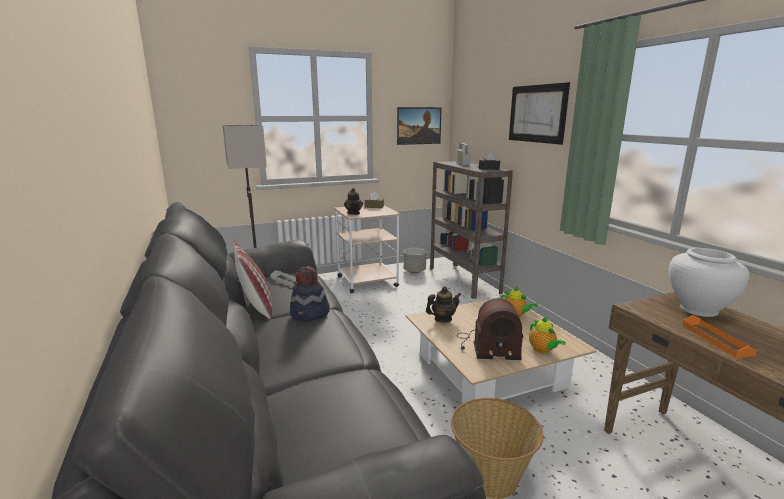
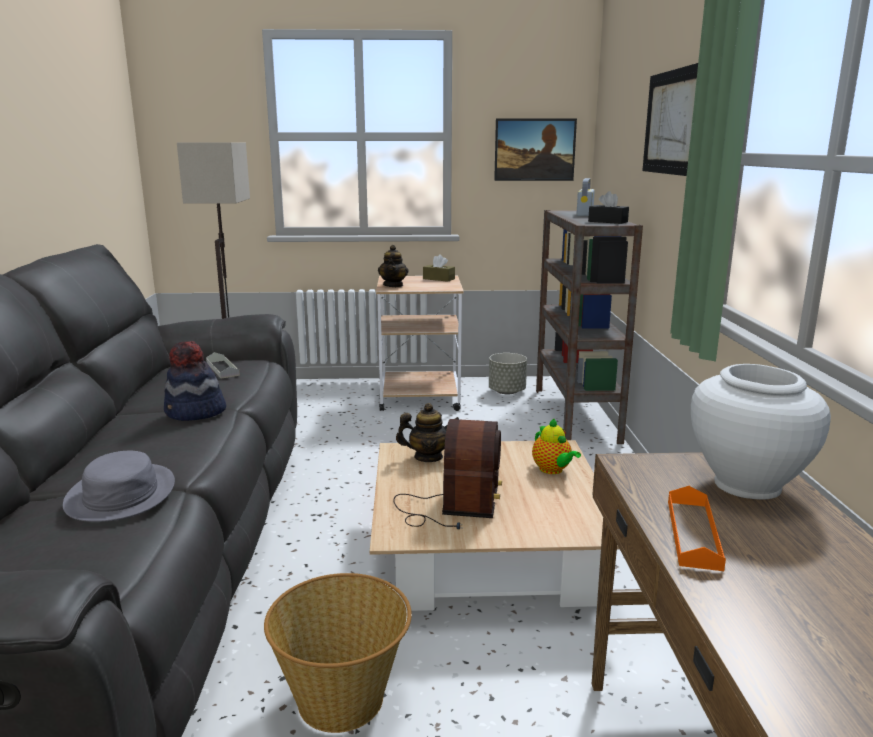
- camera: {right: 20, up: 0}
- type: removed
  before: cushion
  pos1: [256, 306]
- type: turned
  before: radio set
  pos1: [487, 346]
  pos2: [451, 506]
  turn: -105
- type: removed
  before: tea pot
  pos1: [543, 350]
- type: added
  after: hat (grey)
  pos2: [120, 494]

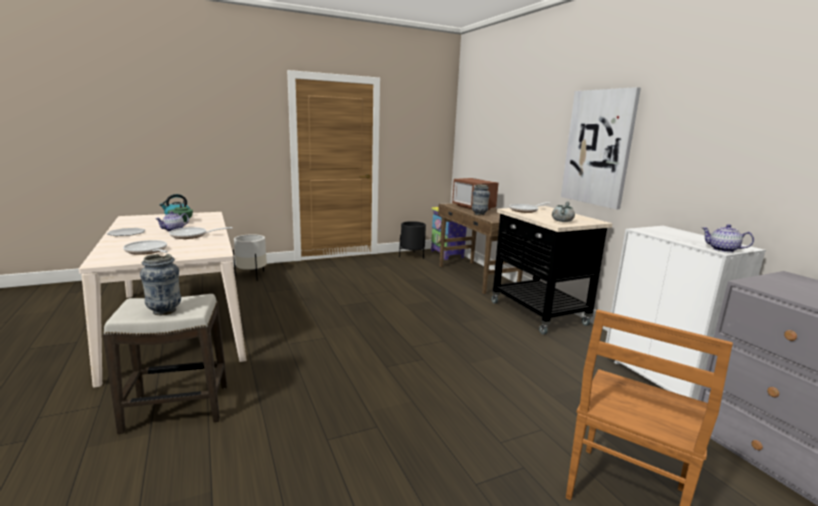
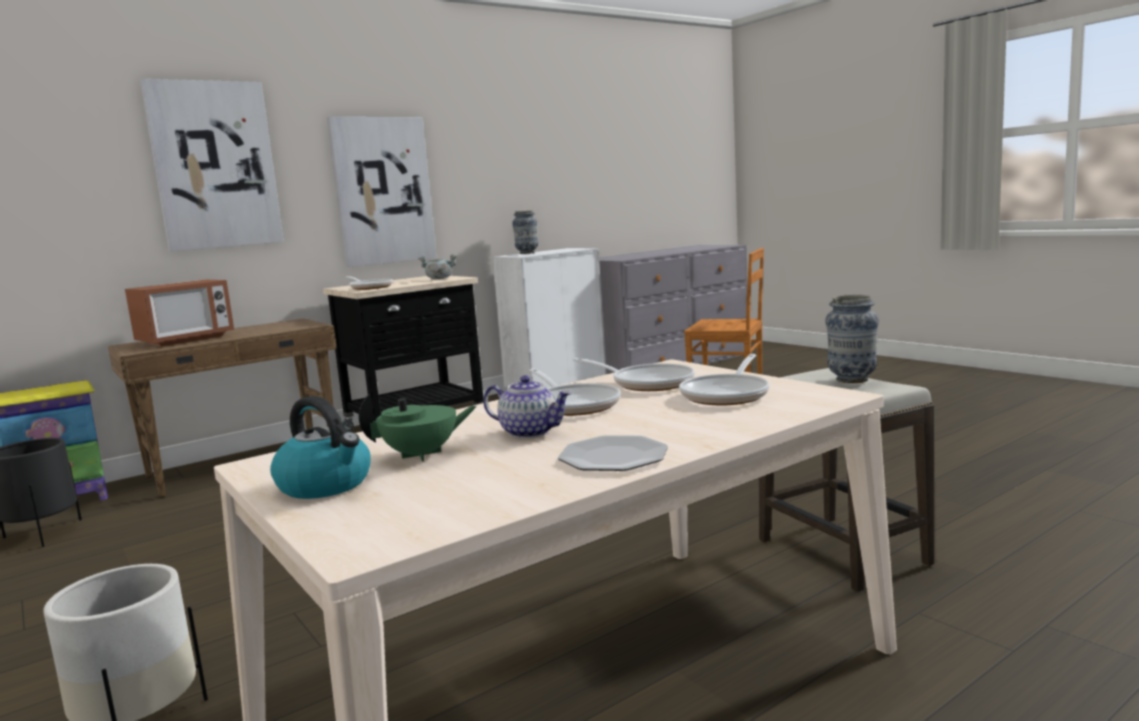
- camera: {right: -100, up: -5}
- type: moved
  before: flower vase
  pos1: [479, 214]
  pos2: [527, 253]
- type: removed
  before: tea pot
  pos1: [722, 249]
- type: added
  after: wall picture
  pos2: [215, 165]
- type: added
  after: pan
  pos2: [647, 383]

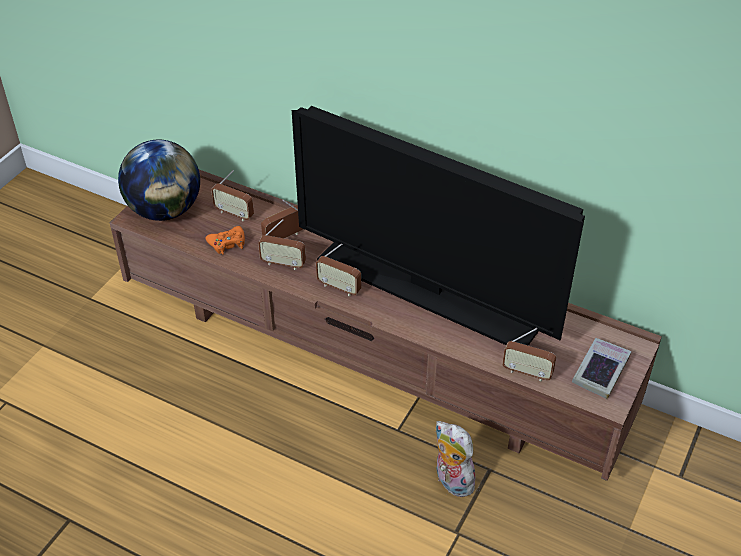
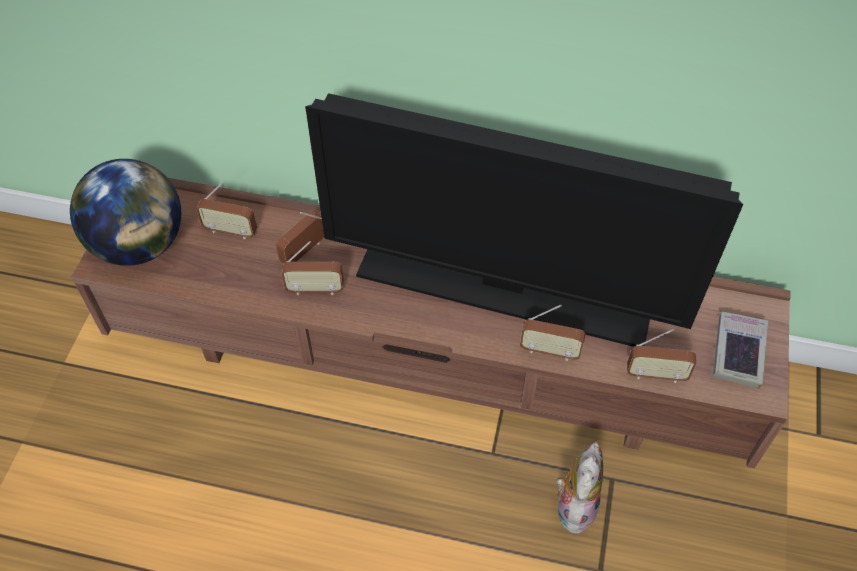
- camera: {right: -15, up: 10}
- type: removed
  before: gamepad (orangey)
  pos1: [227, 244]
- type: moved
  before: radio set
  pos1: [339, 287]
  pos2: [549, 351]
- type: turned
  before: cuddly toy
  pos1: [451, 481]
  pos2: [574, 505]
  turn: 75

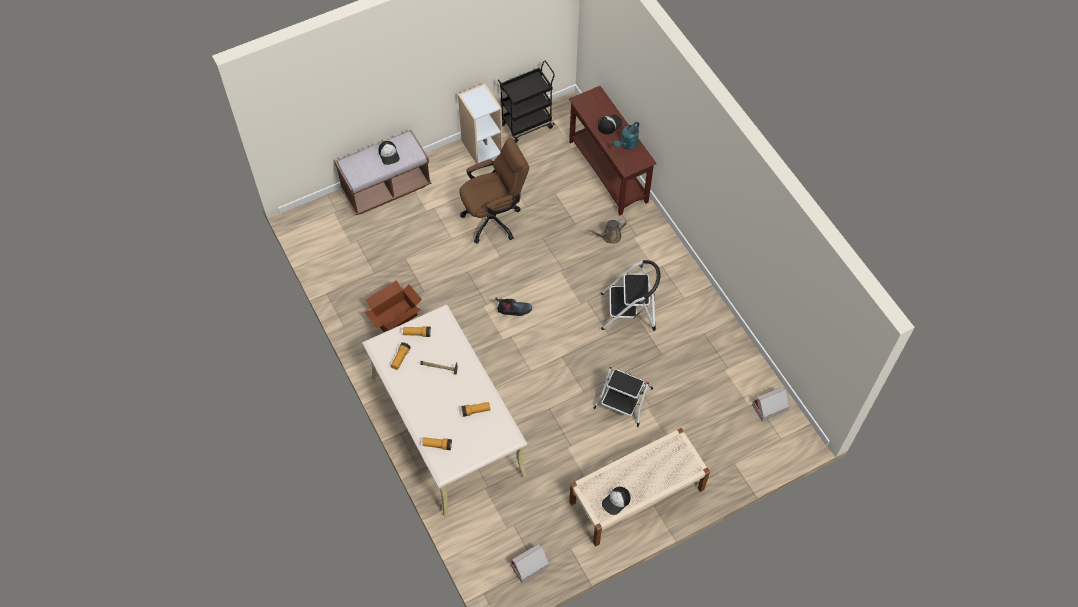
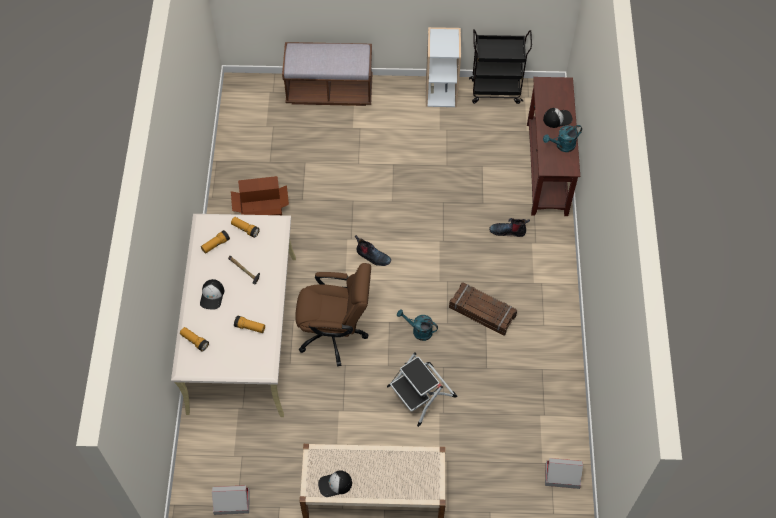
- camera: {right: 30, up: 0}
- type: moved
  before: cap
  pos1: [389, 154]
  pos2: [212, 296]
- type: moved
  before: office chair (brownish)
  pos1: [494, 219]
  pos2: [336, 335]
- type: replaced
  before: watering pot (brownish)
  after: tall boot
  pos1: [609, 236]
  pos2: [508, 231]
- type: replaced
  before: step ladder
  after: shipping crate
  pos1: [630, 312]
  pos2: [482, 312]
- type: added
  after: watering pot (turquoise-coloured)
  pos2: [418, 331]

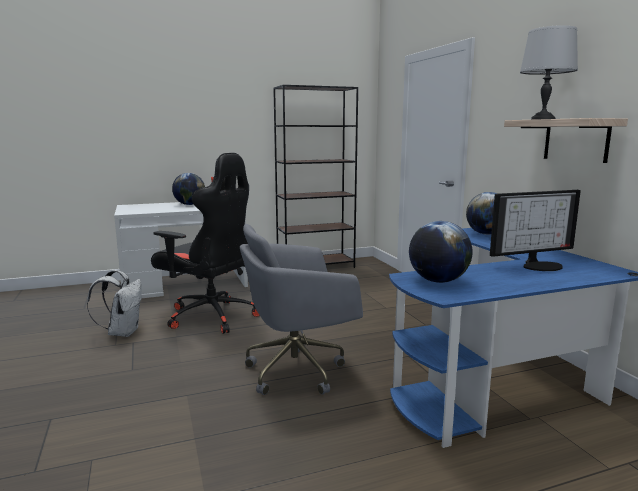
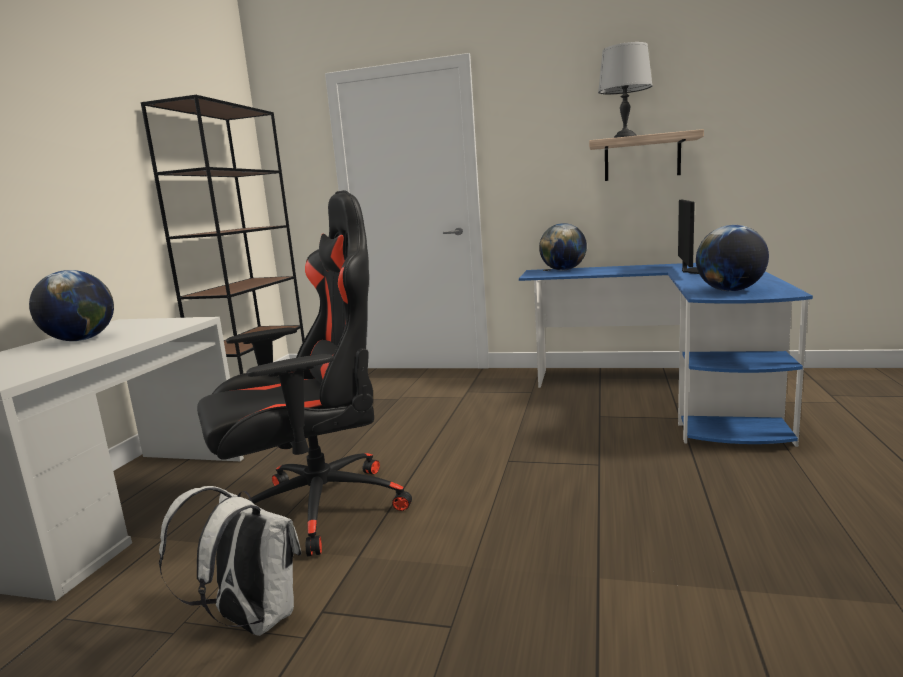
- camera: {right: -55, up: 0}
- type: removed
  before: office chair (grey)
  pos1: [299, 371]

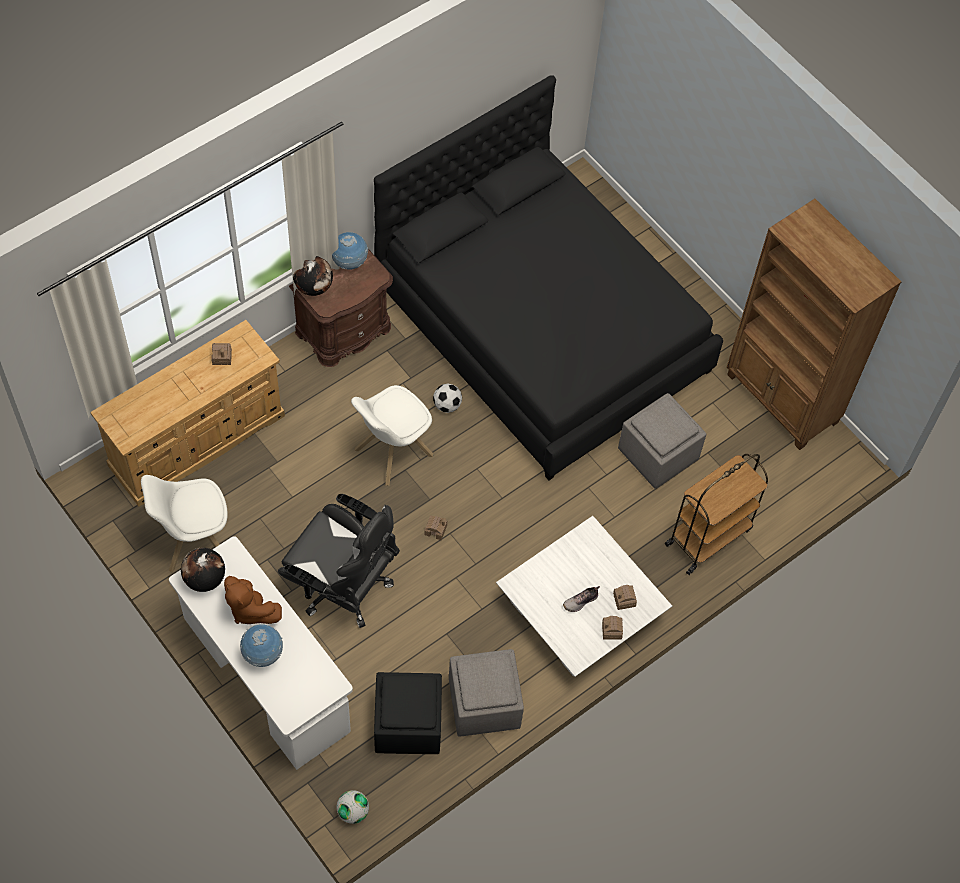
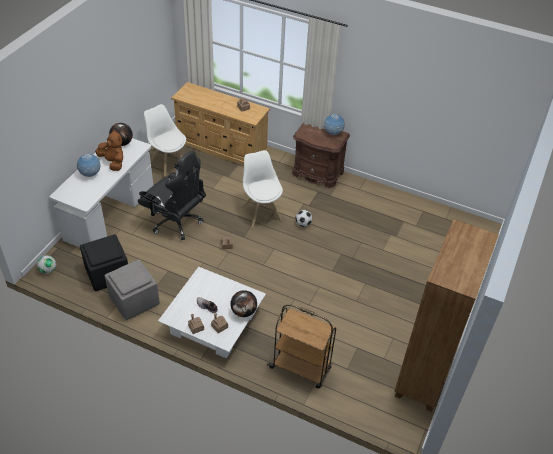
- camera: {right: 65, up: -15}
- type: turned
  before: cuddly toy (brownish)
  pos1: [250, 609]
  pos2: [113, 162]
  turn: 120
- type: turned
  before: office chair (blackish)
  pos1: [340, 584]
  pos2: [174, 221]
  turn: -60
- type: moved
  before: world globe
  pos1: [314, 287]
  pos2: [244, 312]
- type: turned
  before: chair (white)
  pos1: [392, 452]
  pos2: [261, 213]
  turn: 45
- type: removed
  before: sleeping bed (blackish)
  pos1: [542, 328]
- type: removed
  before: ottoman (grey)
  pos1: [658, 453]

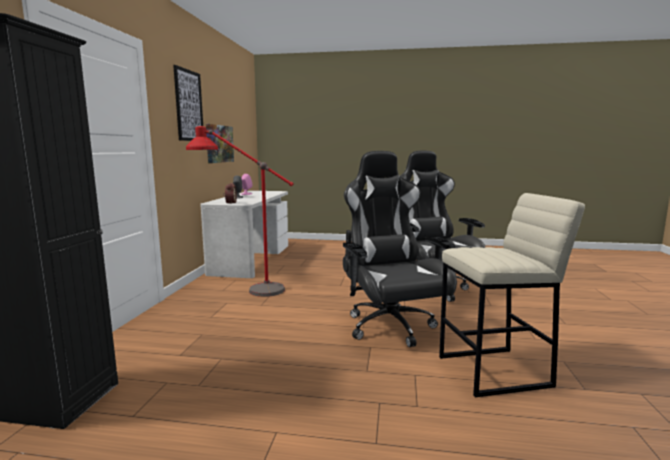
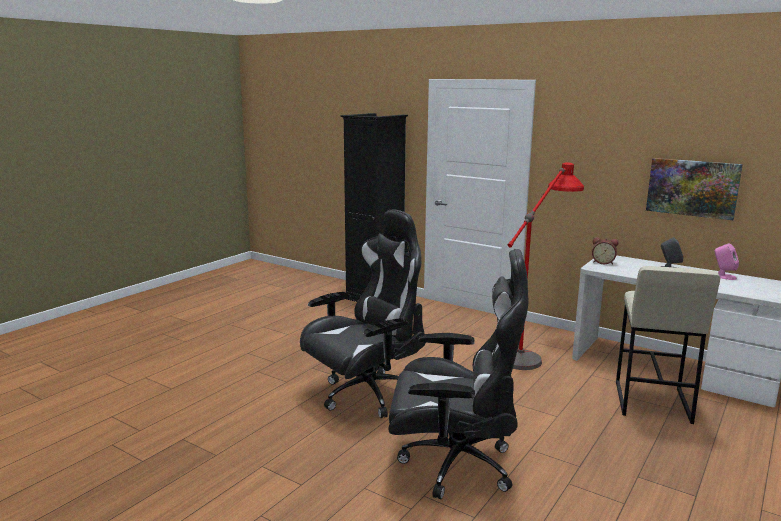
- camera: {right: 115, up: 5}
- type: removed
  before: wall picture
  pos1: [189, 105]
- type: turned
  before: office chair (blackish)
  pos1: [393, 329]
  pos2: [363, 397]
  turn: -45
- type: moved
  before: stool (beige)
  pos1: [496, 370]
  pos2: [652, 403]

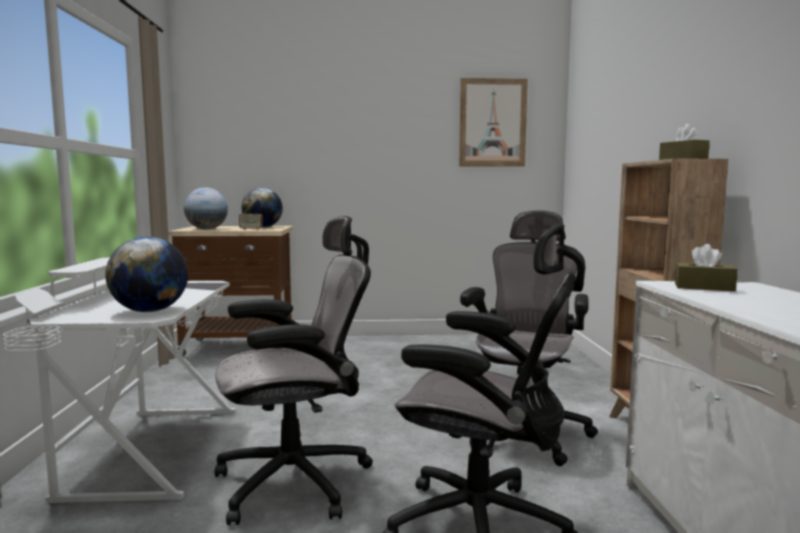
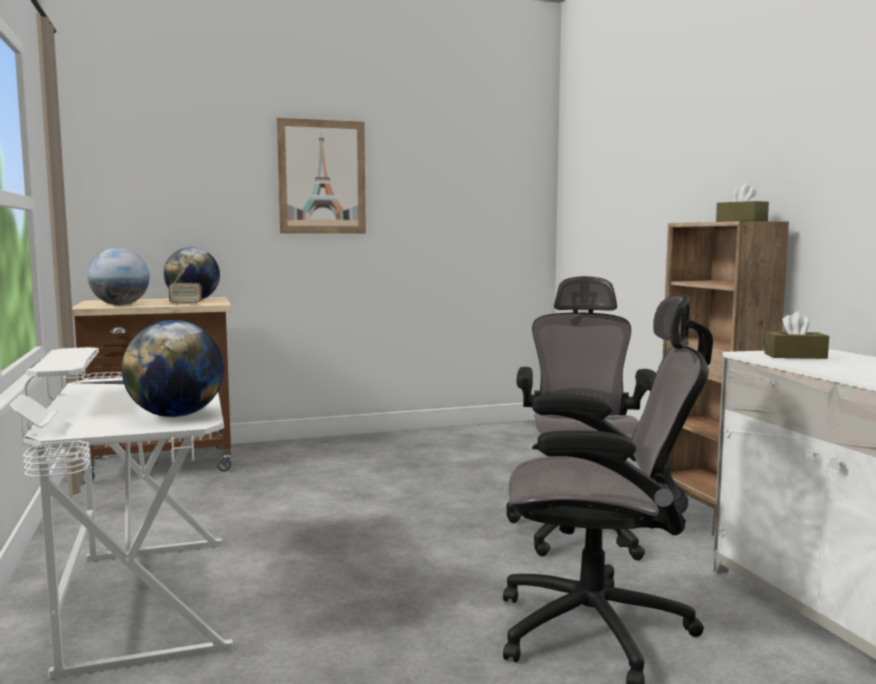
- camera: {right: -15, up: 0}
- type: removed
  before: office chair
  pos1: [294, 482]
- type: moved
  before: wall picture
  pos1: [492, 123]
  pos2: [322, 177]

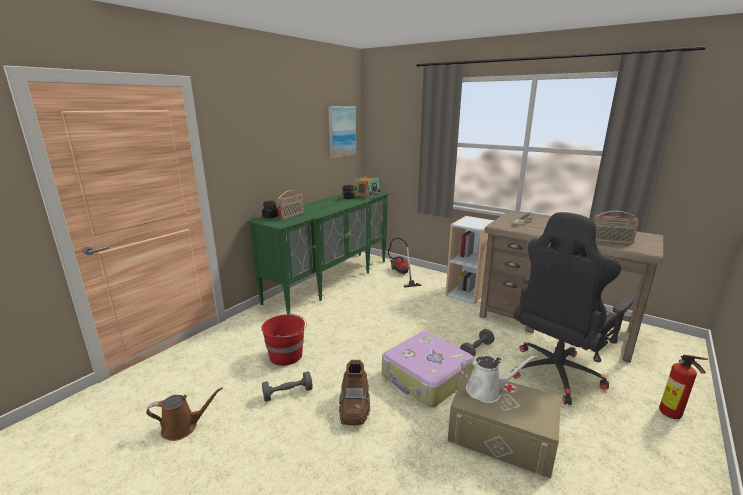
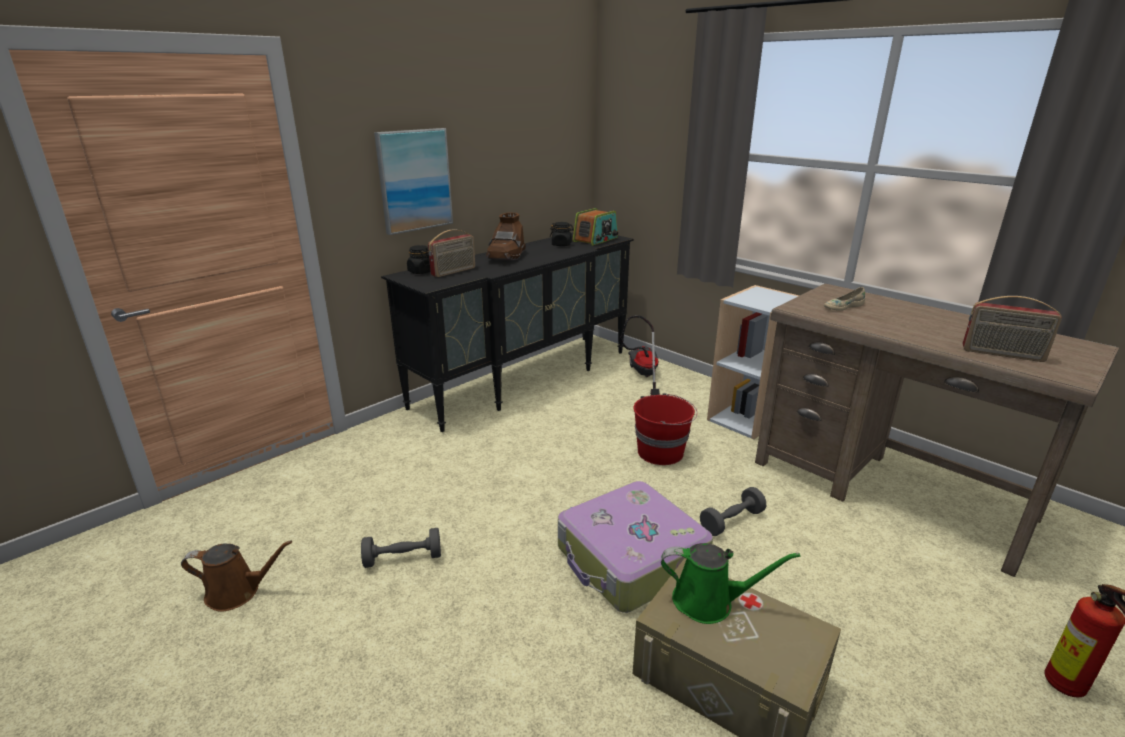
- camera: {right: 10, up: 5}
- type: recoloured
  before: cabinet (greenish)
  after: cabinet (blackish)
  pos1: [331, 280]
  pos2: [525, 379]
- type: moved
  before: water bucket (red)
  pos1: [286, 355]
  pos2: [661, 452]
- type: moved
  before: wall picture
  pos1: [341, 131]
  pos2: [414, 180]
- type: moved
  before: tall boot (brownish)
  pos1: [355, 406]
  pos2: [506, 256]
- type: recoloured
  before: watering pot (white)
  after: watering pot (greenish)
  pos1: [487, 391]
  pos2: [709, 601]
- type: removed
  before: office chair (blackish)
  pos1: [555, 373]

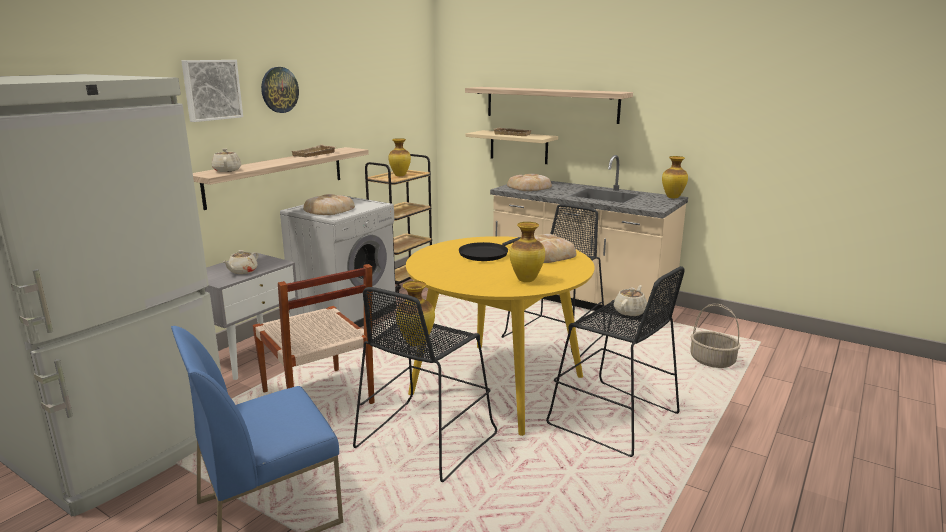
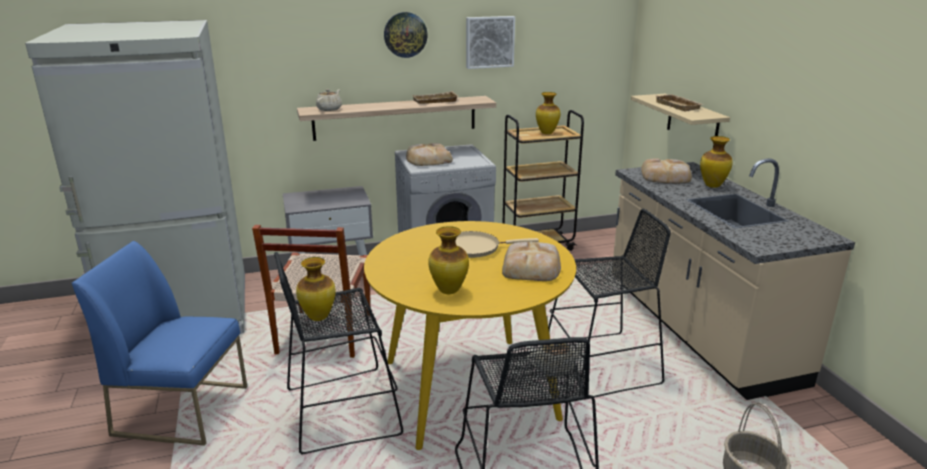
- camera: {right: 40, up: 5}
- type: moved
  before: wall picture
  pos1: [211, 90]
  pos2: [489, 42]
- type: removed
  before: tea pot (beige)
  pos1: [242, 271]
- type: recoloured
  before: pan (blackish)
  after: pan (beige)
  pos1: [485, 254]
  pos2: [476, 247]
- type: removed
  before: shelf
  pos1: [550, 104]
- type: moved
  before: flower vase
  pos1: [672, 197]
  pos2: [712, 185]

